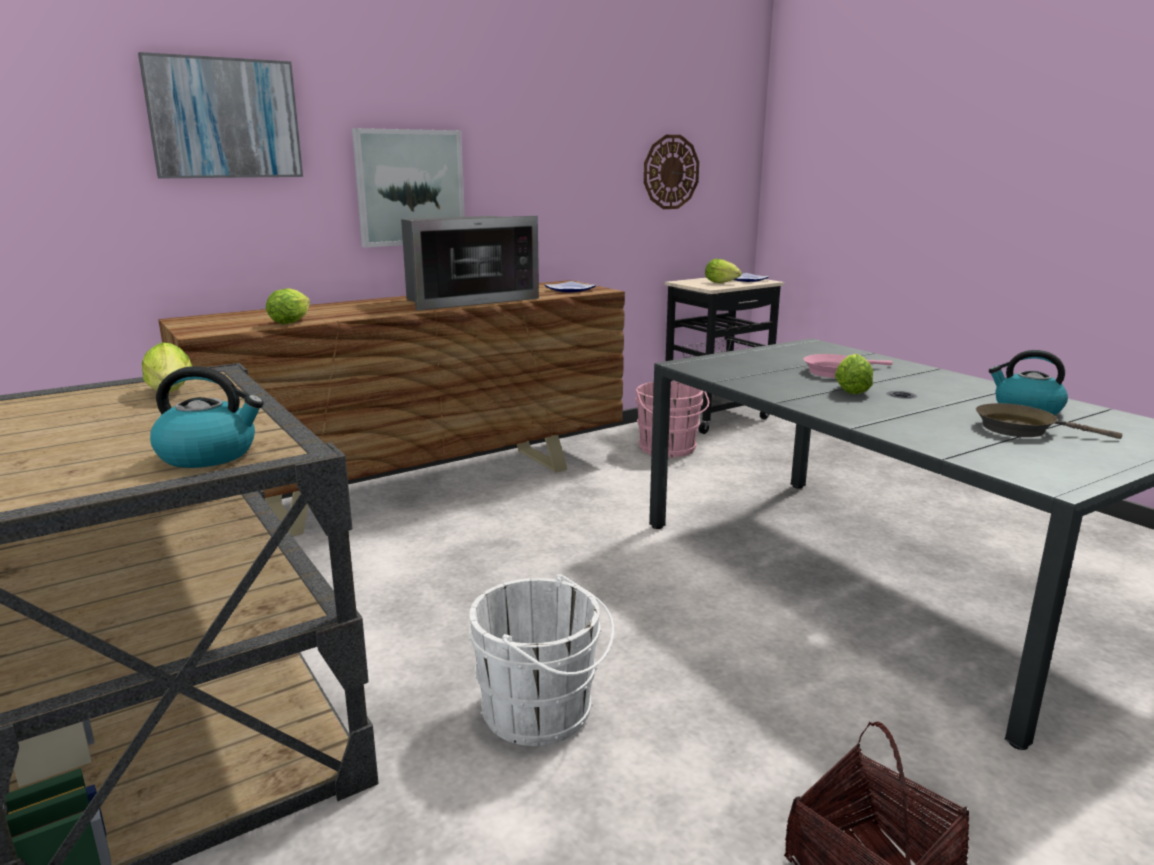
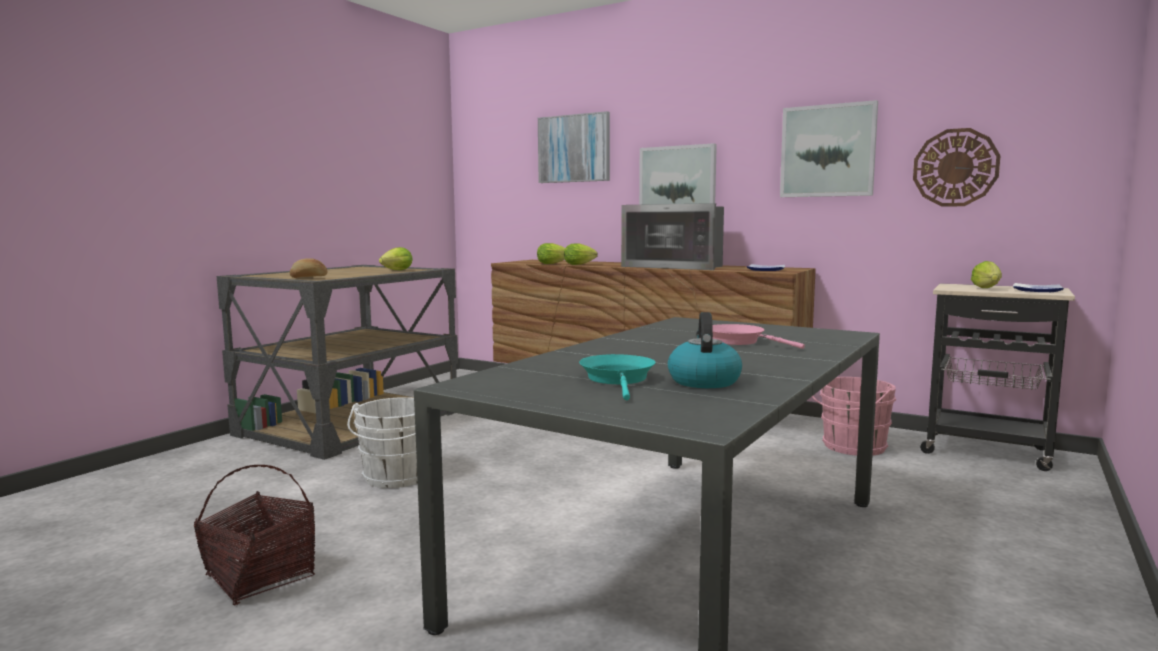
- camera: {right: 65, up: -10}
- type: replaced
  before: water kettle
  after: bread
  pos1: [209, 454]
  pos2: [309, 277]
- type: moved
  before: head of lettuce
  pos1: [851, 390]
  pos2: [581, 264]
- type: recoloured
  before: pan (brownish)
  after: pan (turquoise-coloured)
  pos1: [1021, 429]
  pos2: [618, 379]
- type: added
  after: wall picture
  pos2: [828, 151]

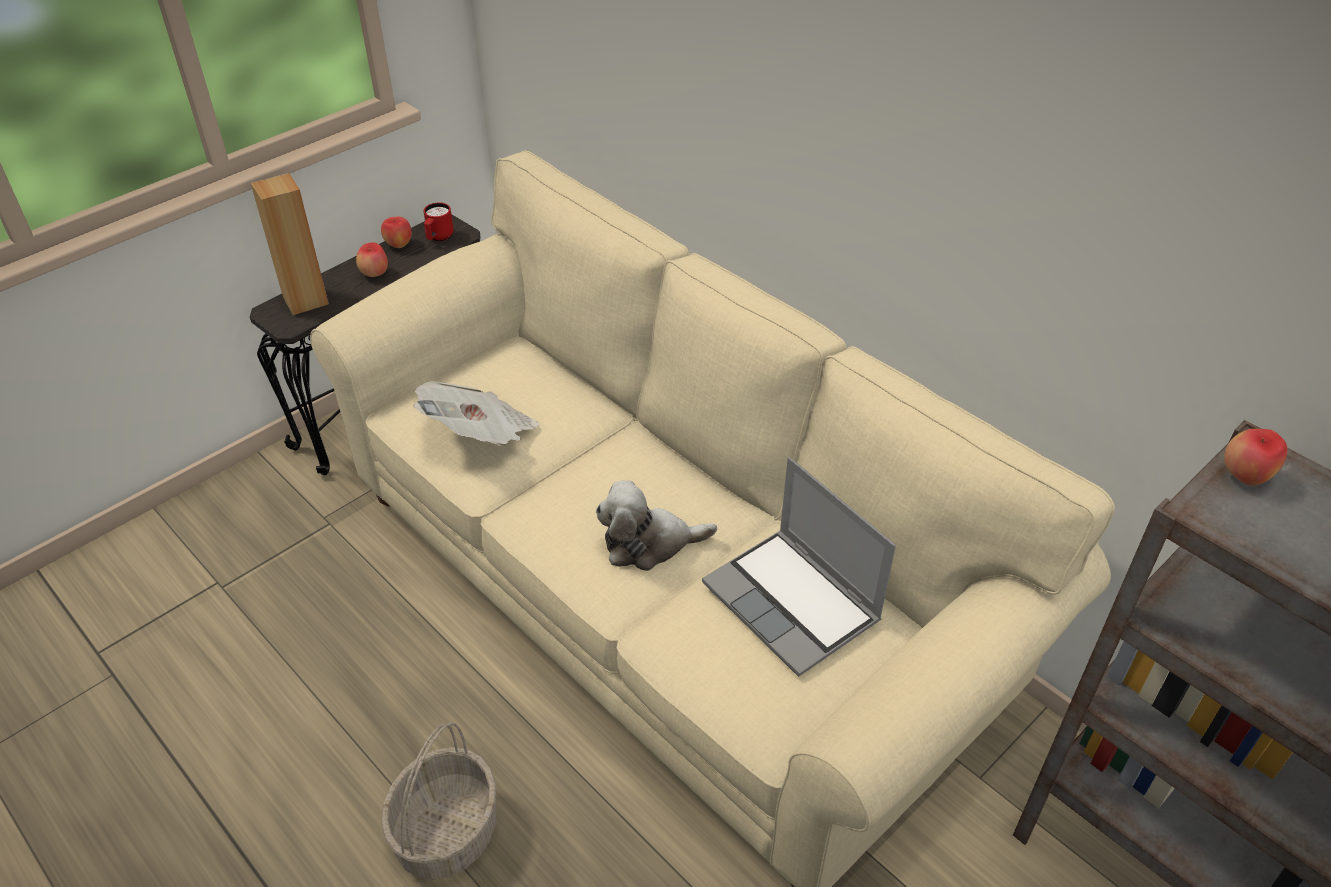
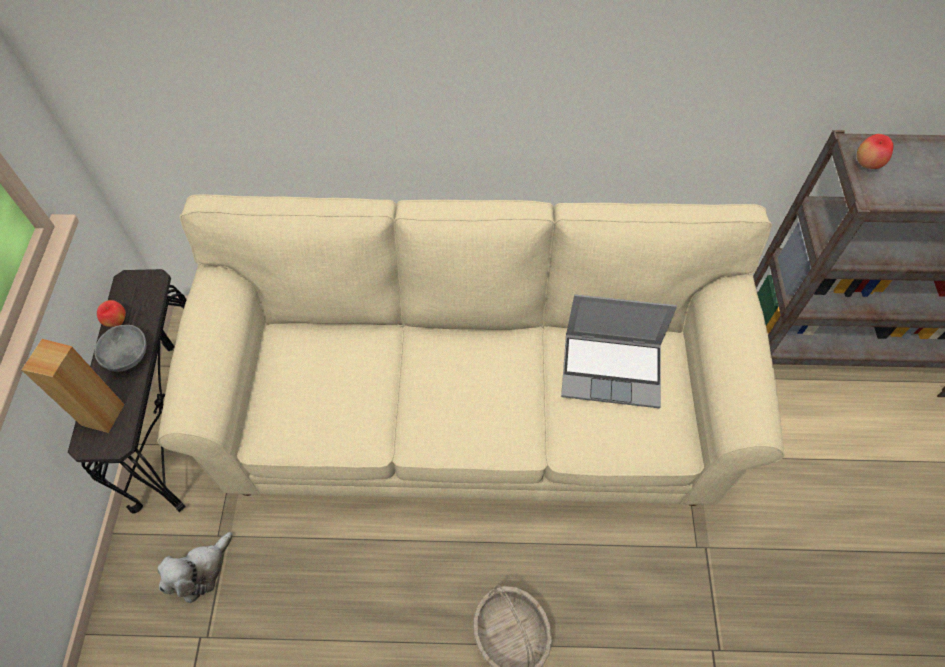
- camera: {right: -45, up: 15}
- type: replaced
  before: whole apple
  after: serving bowl (grey)
  pos1: [375, 274]
  pos2: [128, 356]
- type: removed
  before: newspaper
  pos1: [481, 435]
- type: removed
  before: coffee mug (red)
  pos1: [438, 238]
- type: moved
  before: cuddly toy
  pos1: [649, 543]
  pos2: [200, 571]

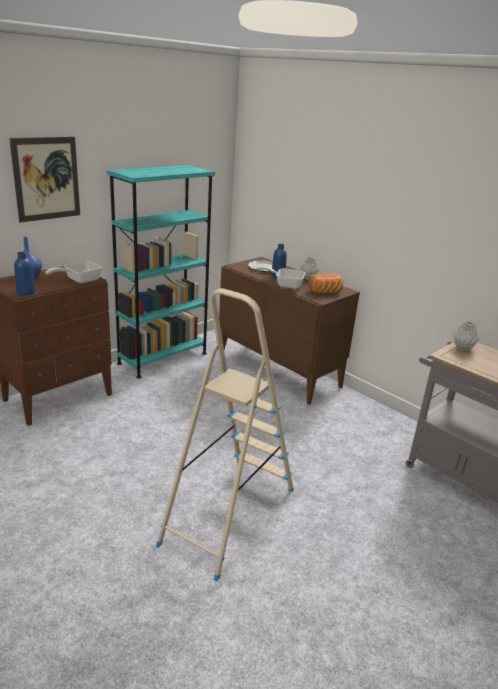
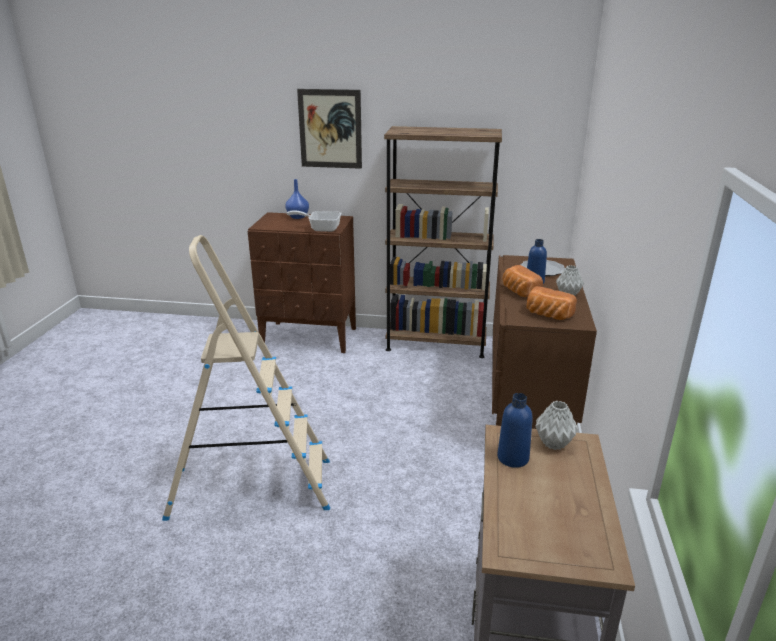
- camera: {right: 55, up: 0}
- type: moved
  before: drink bottle (blue)
  pos1: [26, 292]
  pos2: [513, 458]
- type: recoloured
  before: shelving unit (turquoise-coloured)
  after: shelving unit (brownish)
  pos1: [163, 358]
  pos2: [436, 344]
- type: replaced
  before: pan
  after: bread
  pos1: [285, 284]
  pos2: [519, 292]

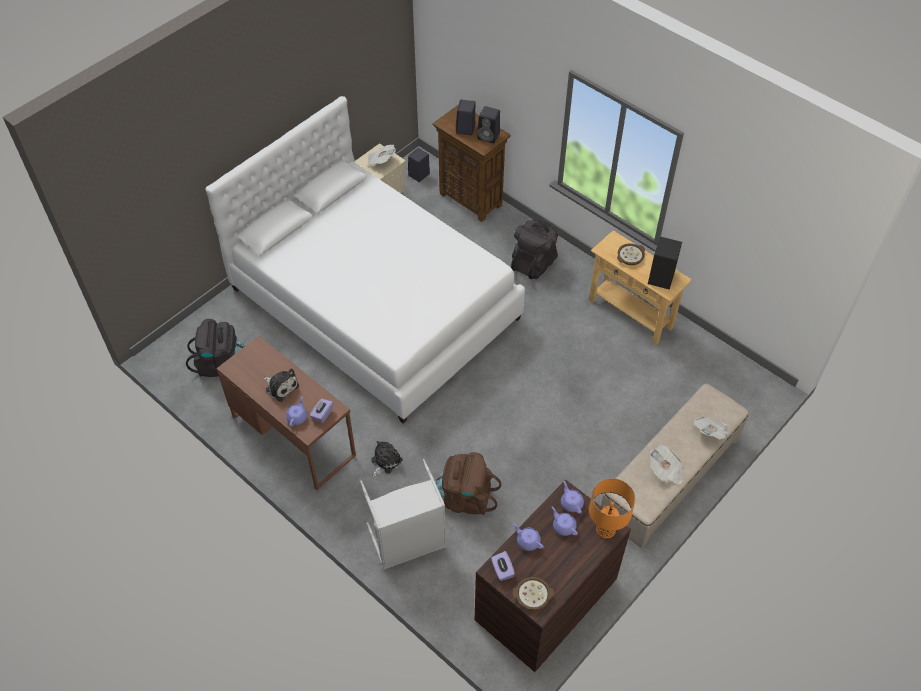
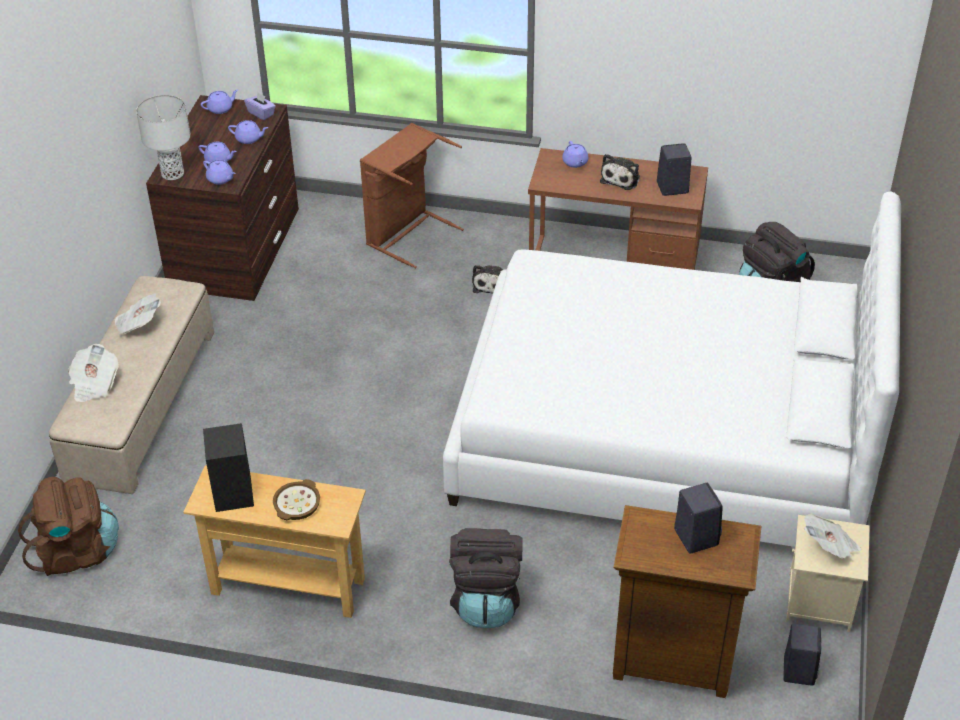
- camera: {right: 150, up: -10}
- type: turned
  before: cuddly toy
  pos1: [281, 386]
  pos2: [621, 178]
  turn: -75
- type: removed
  before: box of tissues (purple-coloured)
  pos1: [322, 414]
- type: recoloured
  before: laundry basket (grey)
  after: laundry basket (brownish)
  pos1: [408, 543]
  pos2: [407, 234]
- type: moved
  before: knapsack (brownish)
  pos1: [466, 497]
  pos2: [77, 552]
- type: moved
  before: speaker (blackish)
  pos1: [489, 136]
  pos2: [671, 188]
- type: replaced
  before: serving bowl
  after: tea pot (purple-coloured)
  pos1: [533, 596]
  pos2: [221, 109]
- type: recoloured
  before: table lamp (orangey)
  after: table lamp (white)
  pos1: [605, 529]
  pos2: [173, 173]

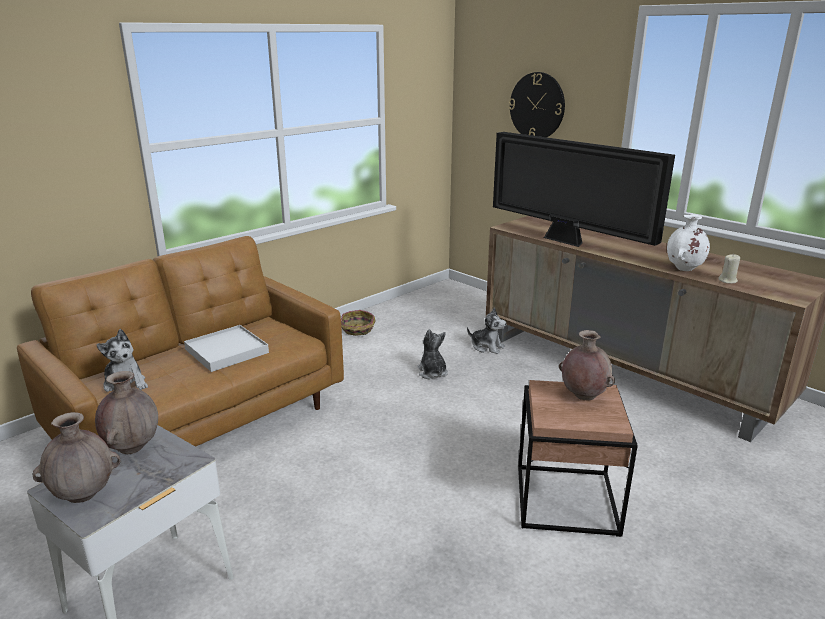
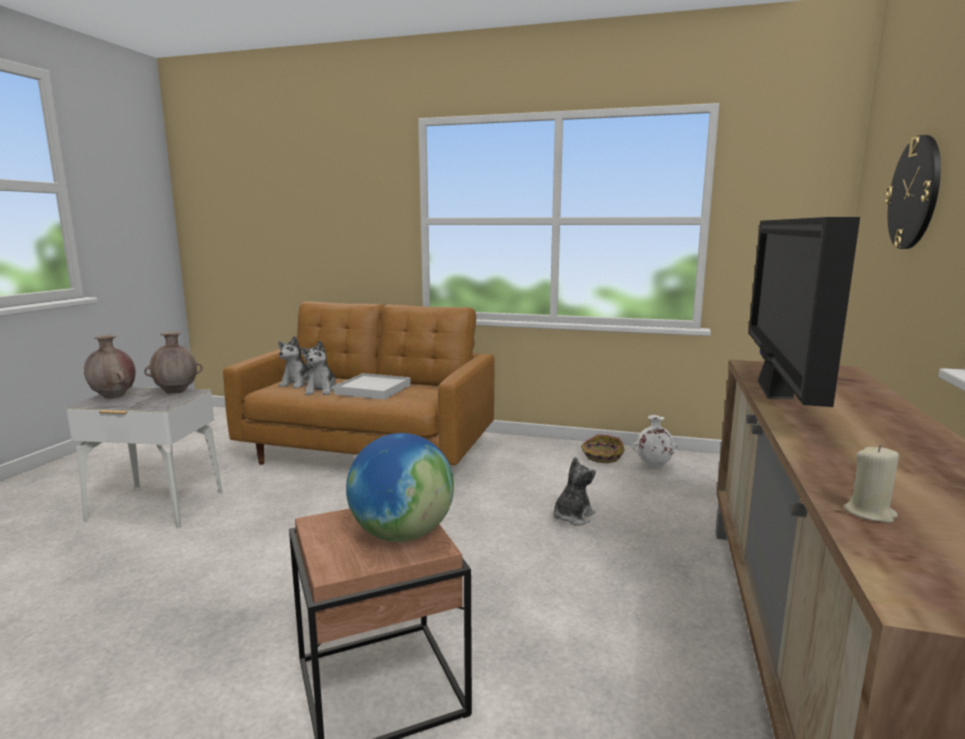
- camera: {right: 60, up: -10}
- type: moved
  before: cuddly toy
  pos1: [487, 347]
  pos2: [321, 390]
- type: replaced
  before: flower vase (brownish)
  after: world globe
  pos1: [583, 396]
  pos2: [402, 534]
- type: moved
  before: flower vase (white)
  pos1: [684, 269]
  pos2: [653, 465]

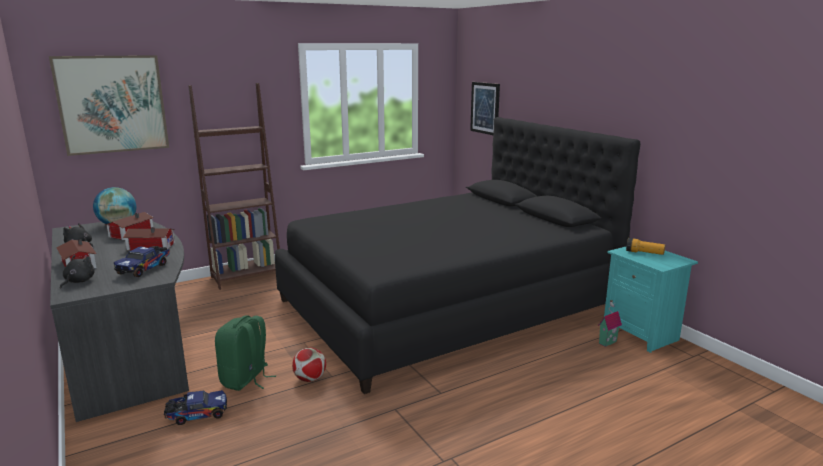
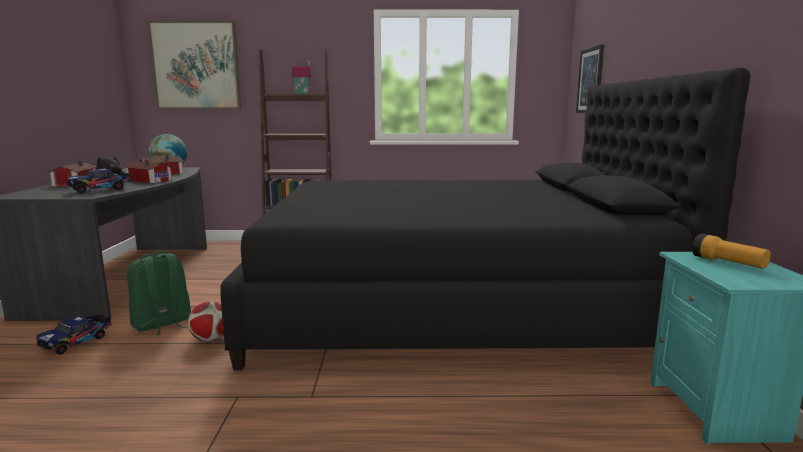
- camera: {right: 30, up: -5}
- type: removed
  before: cuddly toy (blackish)
  pos1: [78, 281]
- type: turned
  before: toy lorry
  pos1: [196, 415]
  pos2: [78, 342]
  turn: 105
- type: moved
  before: toy house
  pos1: [606, 342]
  pos2: [302, 94]

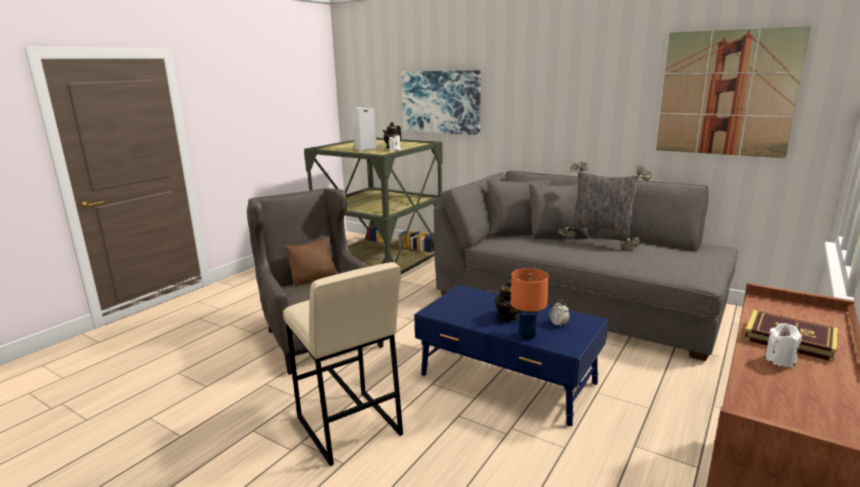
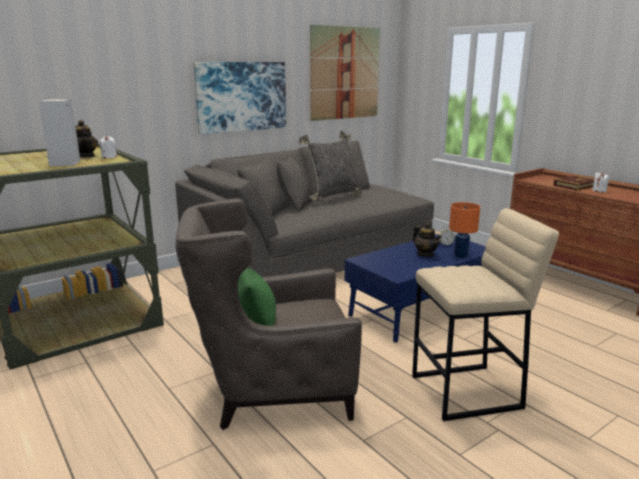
- camera: {right: -70, up: 0}
- type: recoloured
  before: cushion (brownish)
  after: cushion (greenish)
  pos1: [314, 279]
  pos2: [257, 320]
- type: moved
  before: wall picture
  pos1: [440, 102]
  pos2: [241, 96]

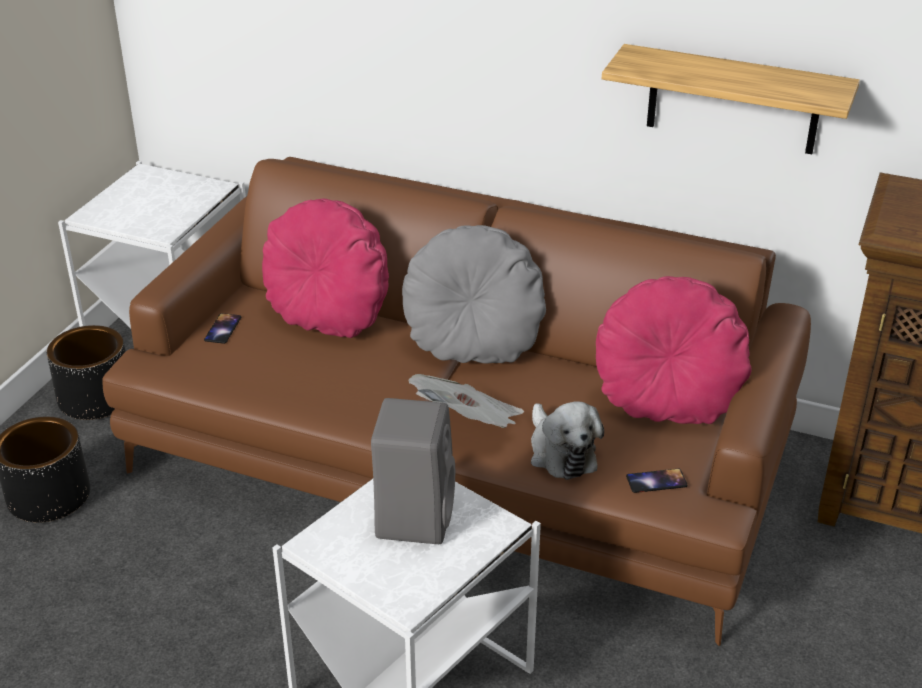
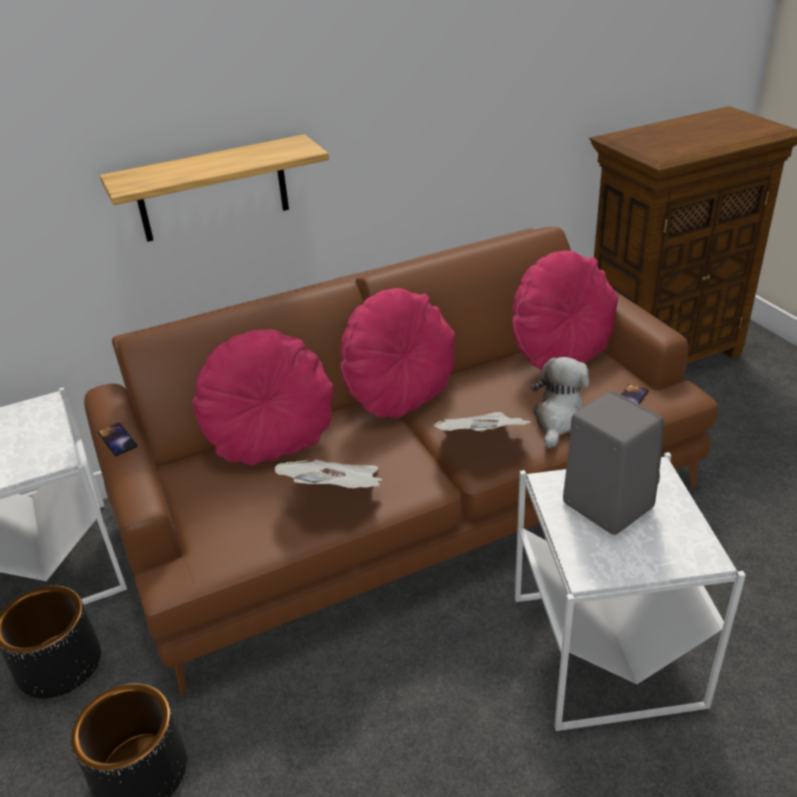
- camera: {right: -45, up: 0}
- type: moved
  before: handset
  pos1: [222, 329]
  pos2: [117, 439]
- type: recoloured
  before: cushion (grey)
  after: cushion (pinkish)
  pos1: [473, 349]
  pos2: [401, 400]
- type: turned
  before: cuddly toy
  pos1: [560, 452]
  pos2: [559, 420]
  turn: -90
- type: moved
  before: shelf
  pos1: [733, 100]
  pos2: [213, 189]
- type: added
  after: newspaper
  pos2: [337, 494]

